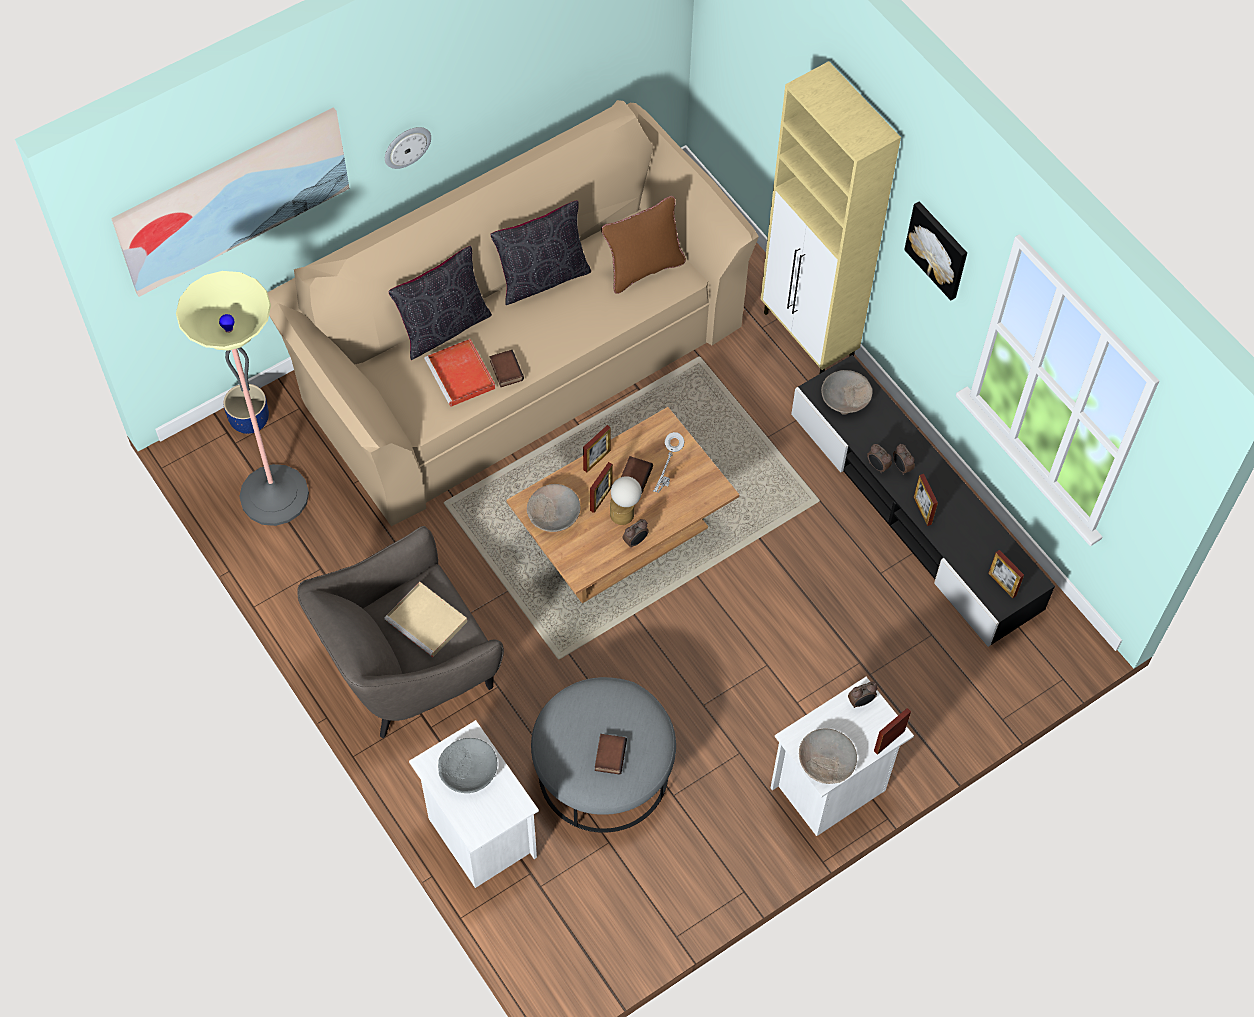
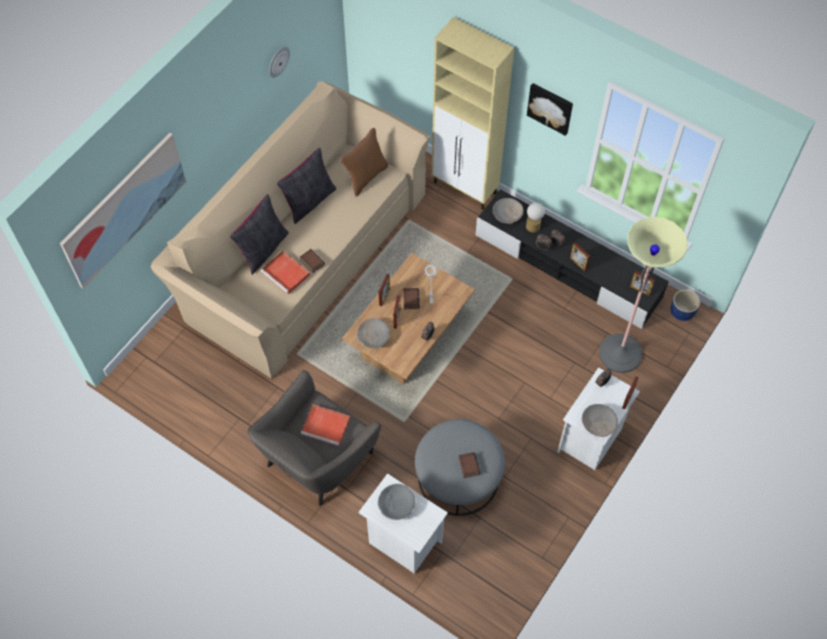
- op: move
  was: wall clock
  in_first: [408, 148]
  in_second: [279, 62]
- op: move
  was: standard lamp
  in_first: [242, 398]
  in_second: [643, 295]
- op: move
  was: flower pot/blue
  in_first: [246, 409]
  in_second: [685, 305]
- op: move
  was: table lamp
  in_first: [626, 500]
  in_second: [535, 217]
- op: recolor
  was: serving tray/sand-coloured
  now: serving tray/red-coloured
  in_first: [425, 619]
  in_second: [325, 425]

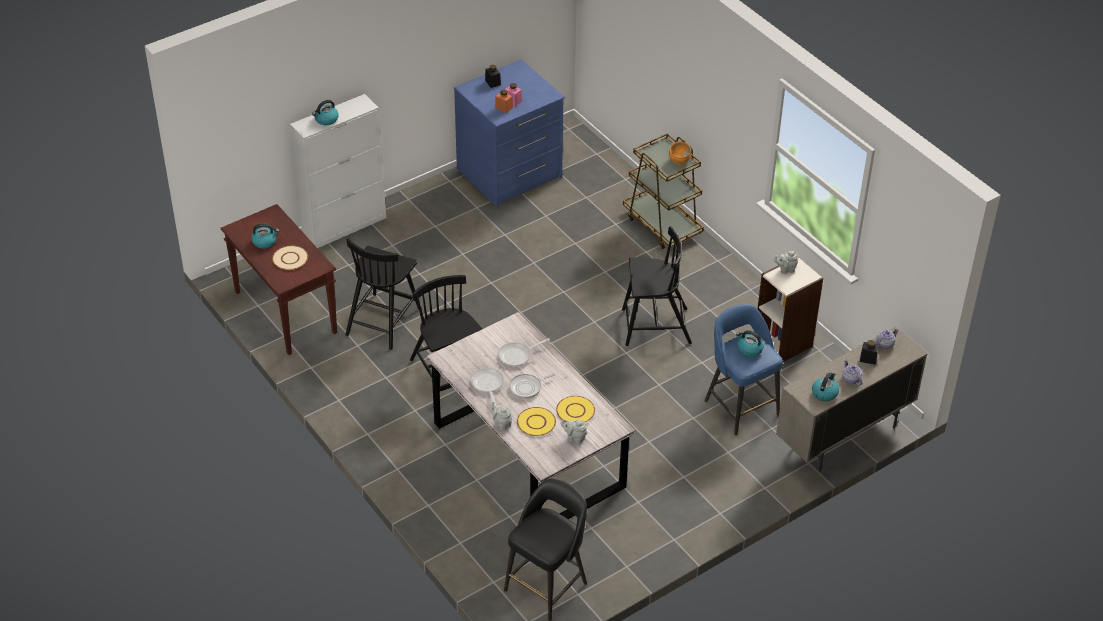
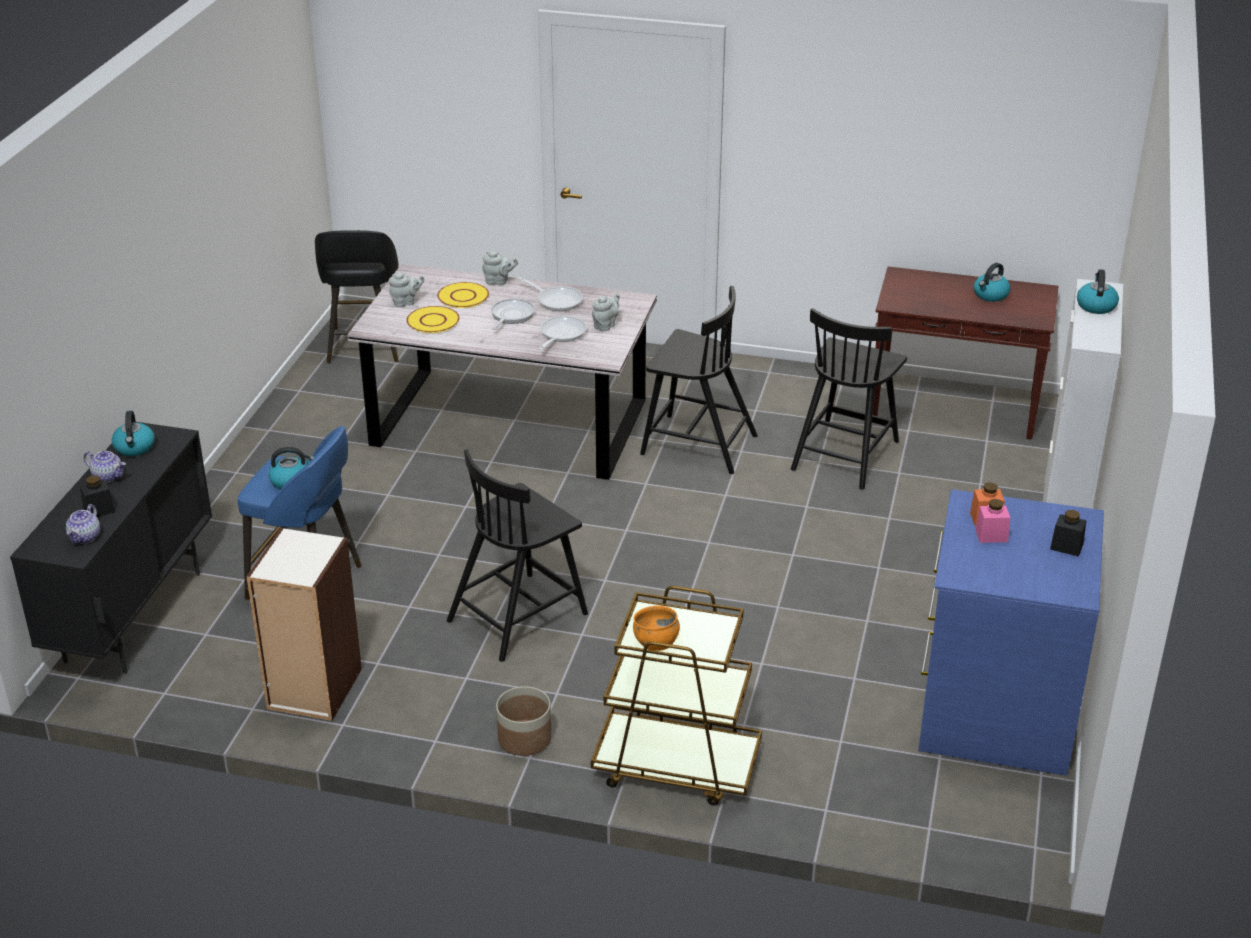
- op: rotate
  was: plain chair/black-coloured
  in_first: [382, 294]
  in_second: [849, 399]
  clockwise: -135
- op: delete
  was: plate/sand-coloured
  in_first: [290, 258]
- op: move
  was: pot for tea/gray
  in_first: [786, 262]
  in_second: [606, 312]
- op: recolor
  was: cupboard/sand-coloured
  now: cupboard/black-coloured
  in_first: [852, 399]
  in_second: [111, 548]
- op: insert
  now: flower pot
  in_second: [524, 721]

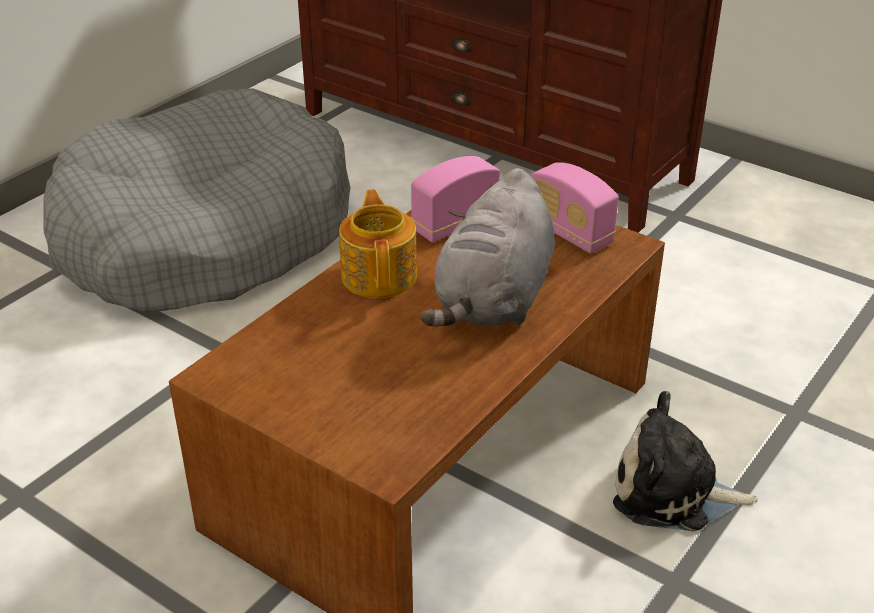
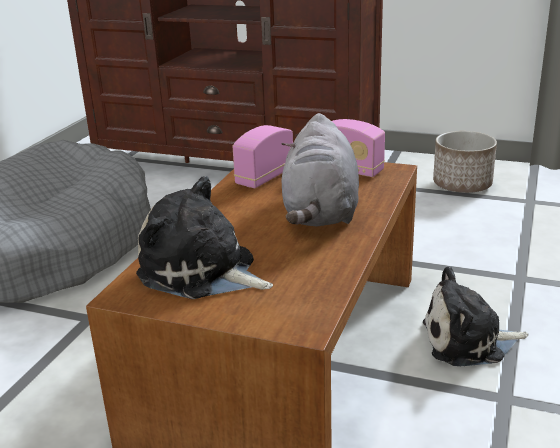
- op: delete
  was: pot for tea
  in_first: [378, 243]
- op: insert
  now: flower pot
  in_second: [465, 162]
- op: insert
  now: cuddly toy
  in_second: [204, 237]

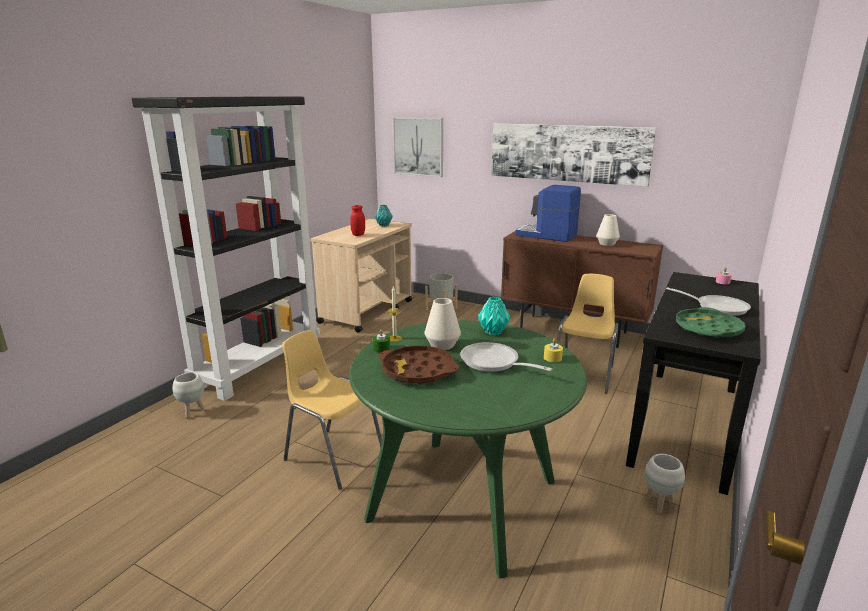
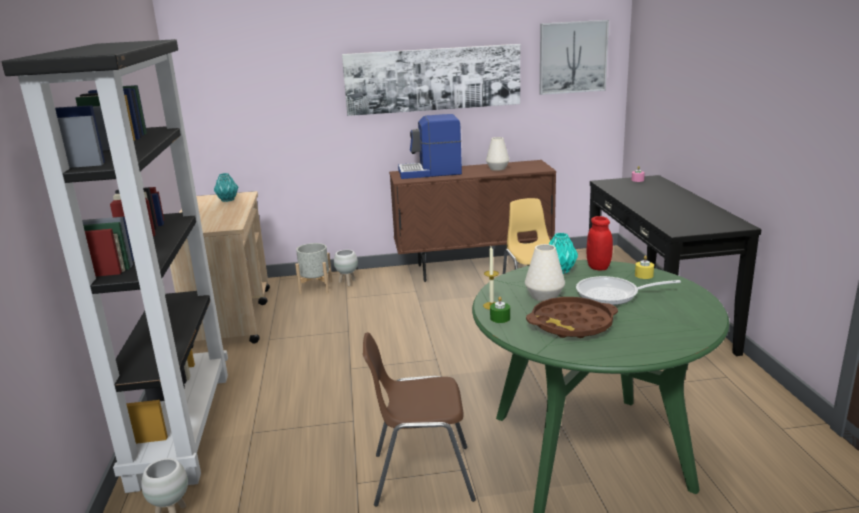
- op: move
  was: wall art
  in_first: [418, 147]
  in_second: [574, 57]
- op: move
  was: storage jar/red-coloured
  in_first: [357, 220]
  in_second: [600, 243]
- op: delete
  was: pan
  in_first: [708, 301]
- op: delete
  was: serving tray/green
  in_first: [710, 322]
- op: recolor
  was: plain chair/yellow
  now: plain chair/brown-coloured
  in_first: [332, 410]
  in_second: [419, 419]
- op: move
  was: flower pot/white-coloured
  in_first: [665, 483]
  in_second: [346, 268]

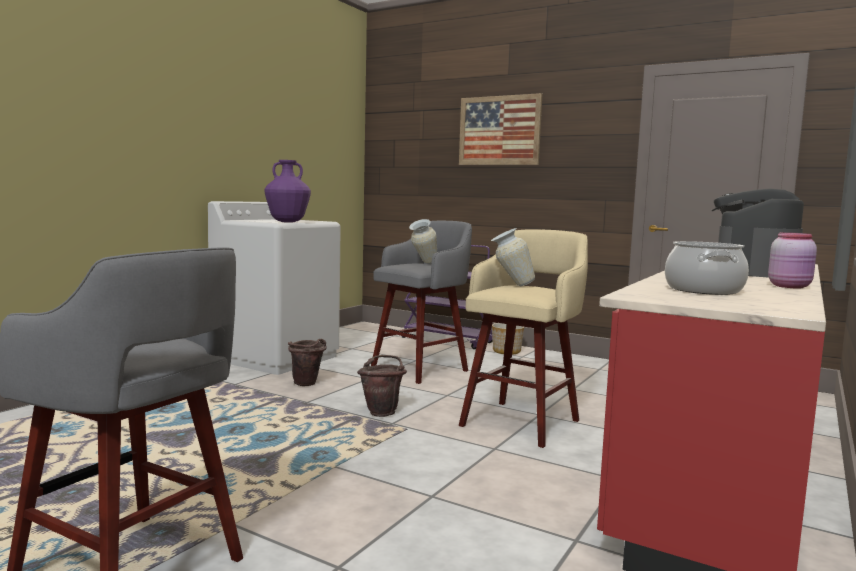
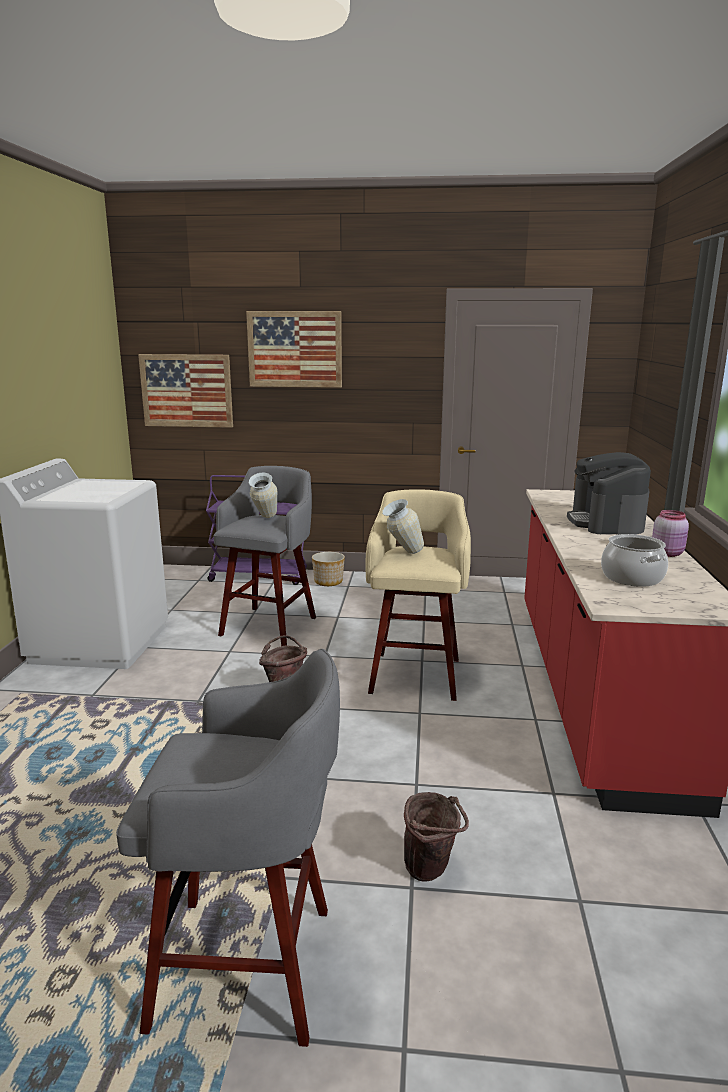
- op: delete
  was: decorative vase/purple-coloured
  in_first: [287, 191]
- op: move
  was: pail/brown-coloured
  in_first: [307, 362]
  in_second: [436, 837]
- op: insert
  now: wall art
  in_second: [185, 391]

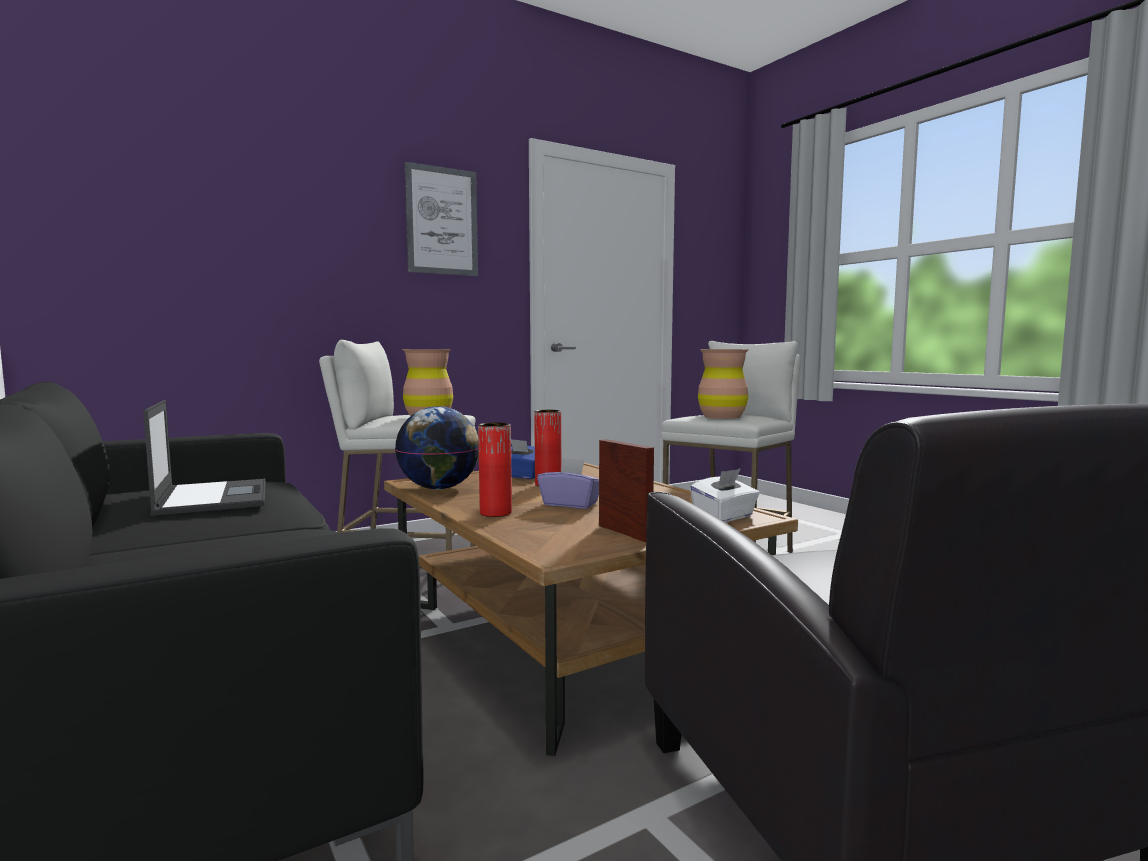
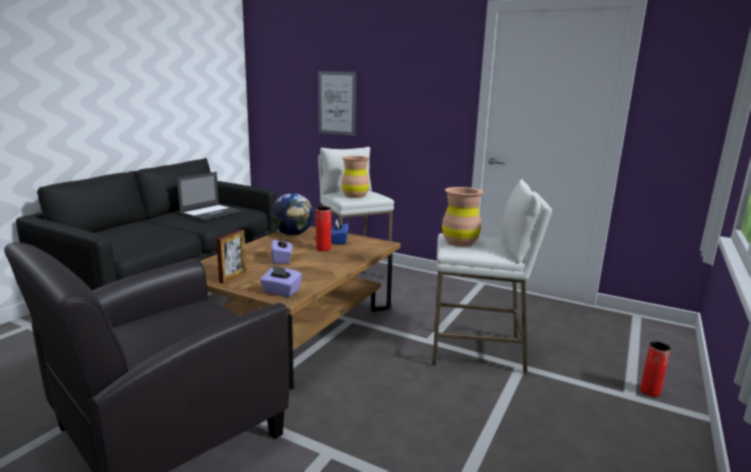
- op: move
  was: wall art
  in_first: [441, 219]
  in_second: [337, 103]
- op: move
  was: decorative vase/red-coloured
  in_first: [495, 469]
  in_second: [655, 369]
- op: recolor
  was: tissue box/white-coloured
  now: tissue box/purple-coloured
  in_first: [725, 496]
  in_second: [281, 281]

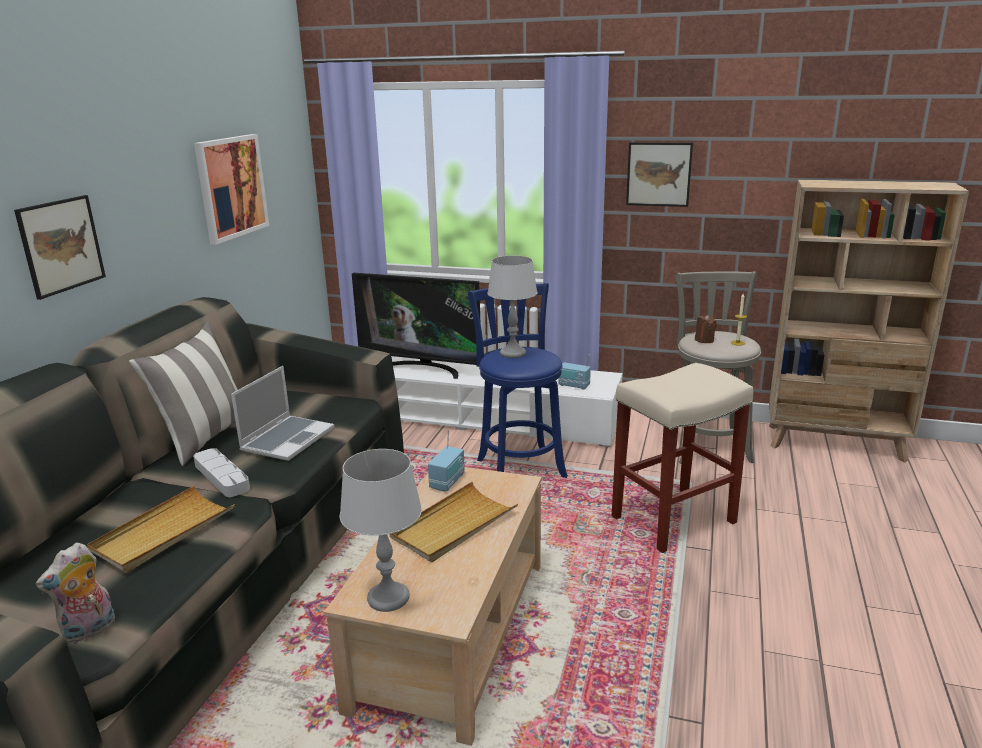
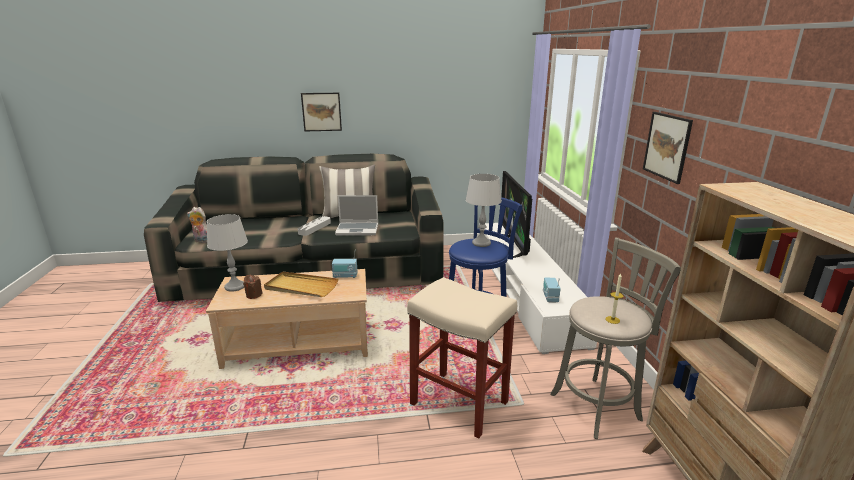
- op: delete
  was: wall art
  in_first: [231, 189]
- op: move
  was: wax candle/brown-coloured
  in_first: [706, 328]
  in_second: [253, 287]
- op: delete
  was: serving tray/sand-coloured
  in_first: [161, 529]

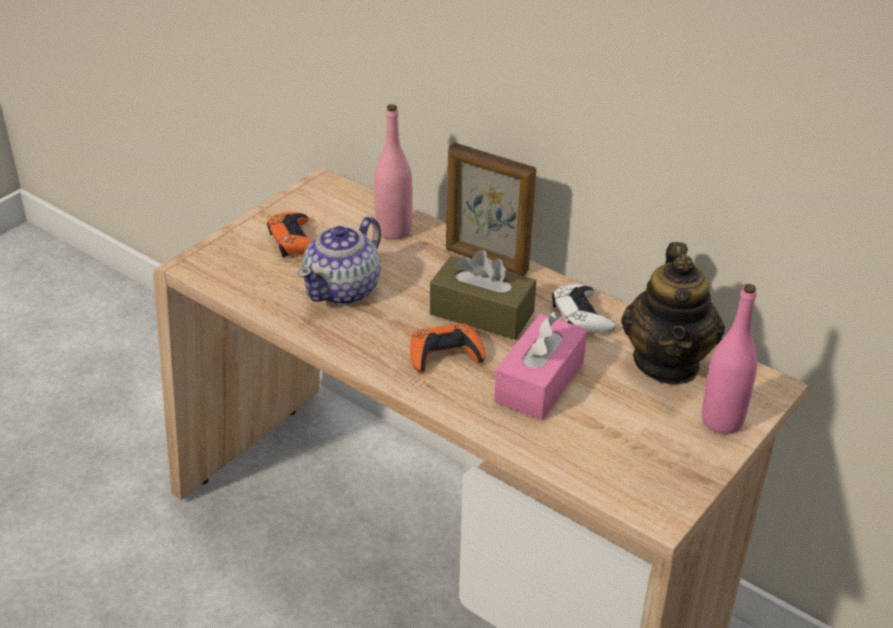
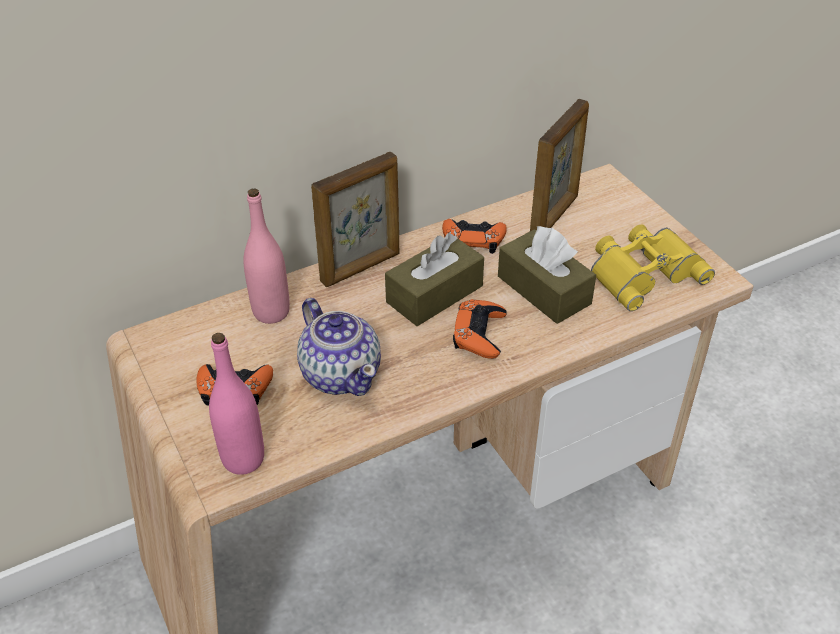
- op: replace
  was: pot for tea
  now: photo frame
  in_first: [673, 313]
  in_second: [559, 165]
- op: recolor
  was: joypad/white-coloured
  now: joypad/orangey
  in_first: [584, 309]
  in_second: [474, 236]
- op: move
  was: drink bottle/pink-coloured
  in_first: [729, 359]
  in_second: [236, 404]
- op: recolor
  was: tissue box/pink-coloured
  now: tissue box/brown-coloured
  in_first: [540, 365]
  in_second: [547, 275]
- op: insert
  now: field glasses/yellow
  in_second: [653, 267]

